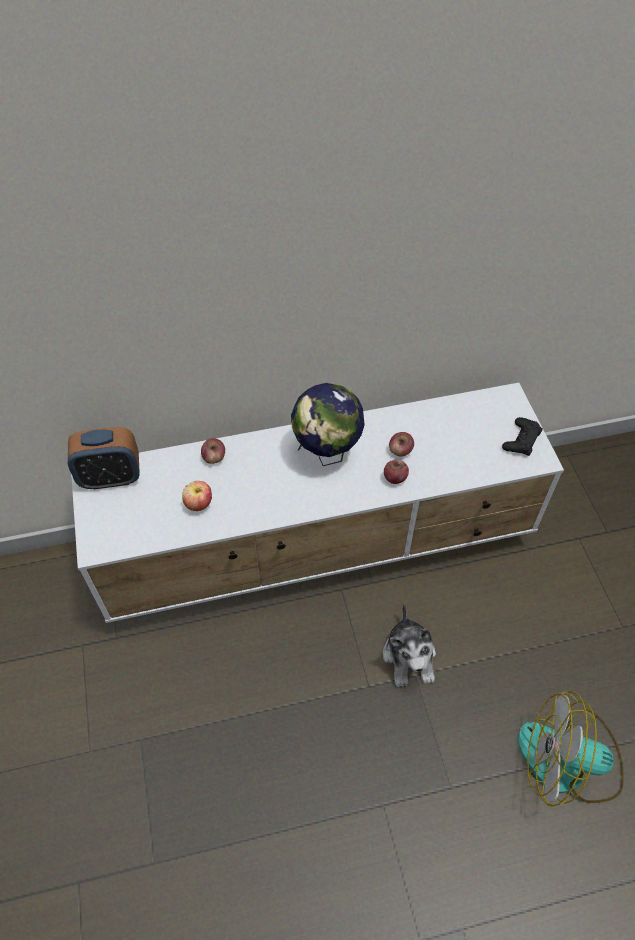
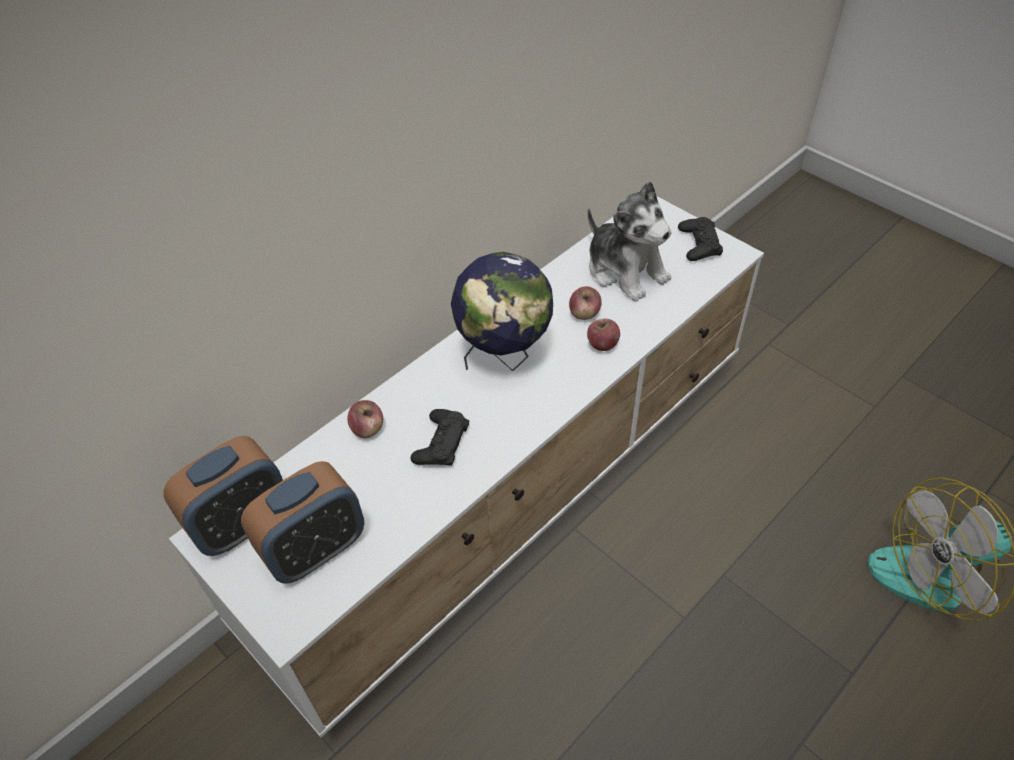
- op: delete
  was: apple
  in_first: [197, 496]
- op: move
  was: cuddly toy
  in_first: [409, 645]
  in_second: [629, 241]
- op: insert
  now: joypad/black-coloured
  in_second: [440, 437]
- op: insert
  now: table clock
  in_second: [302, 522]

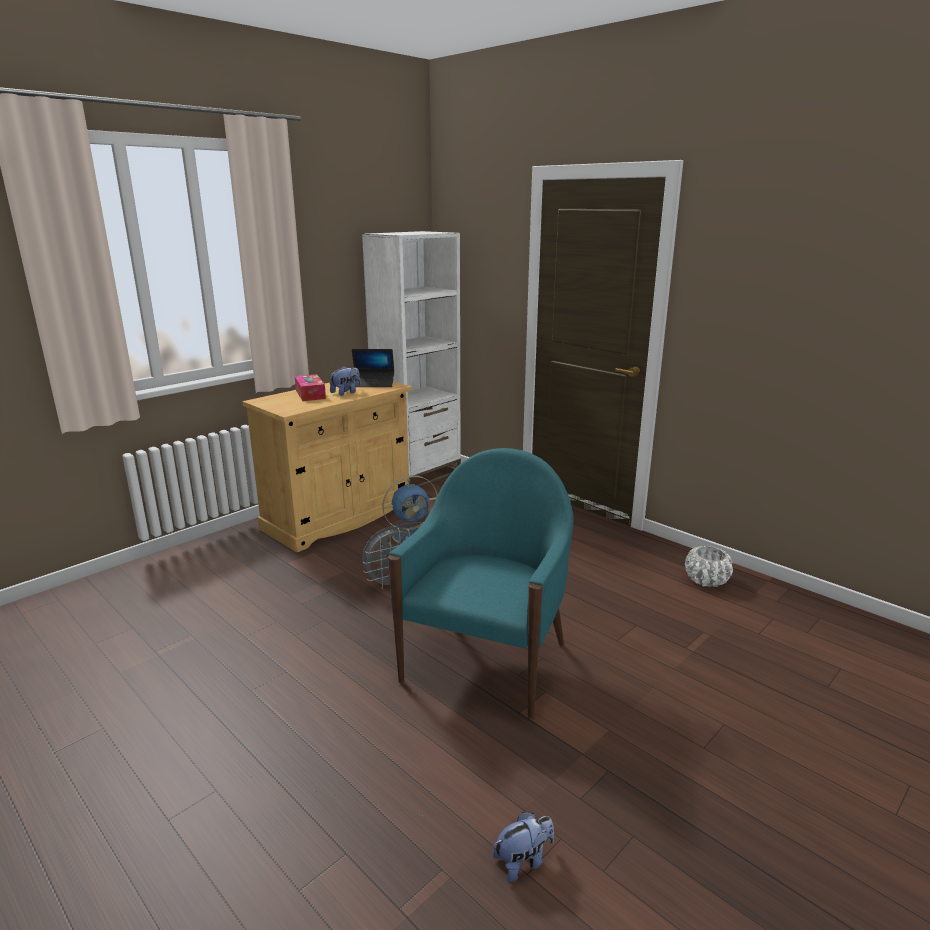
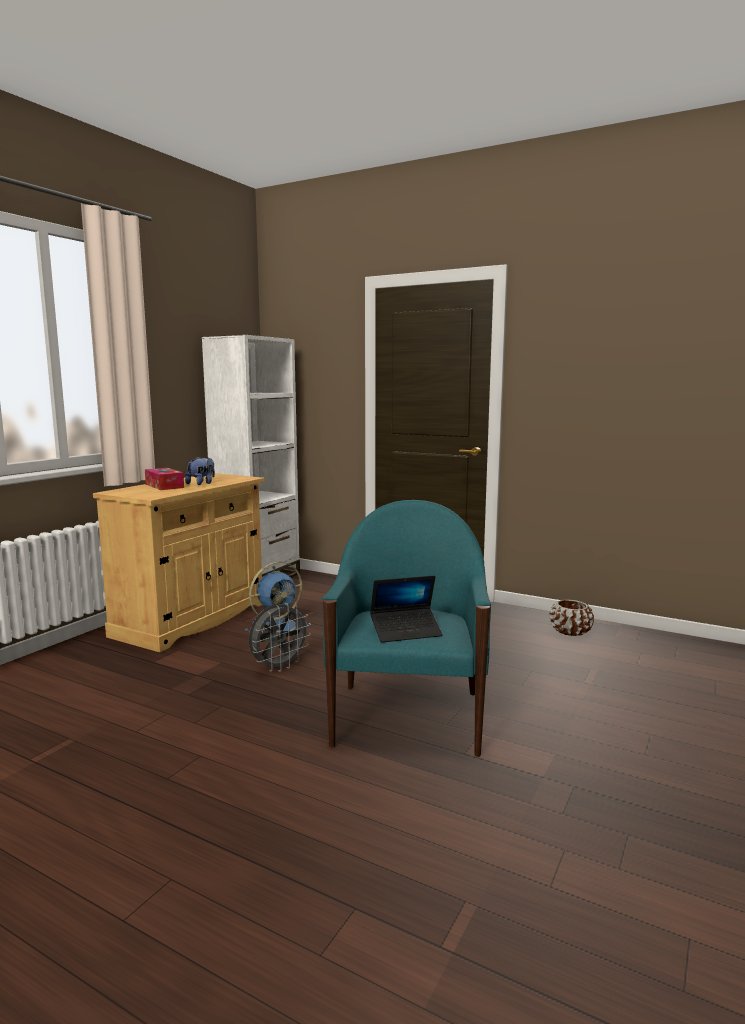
- op: move
  was: laptop
  in_first: [373, 368]
  in_second: [406, 609]
- op: recolor
  was: flower pot/white-coloured
  now: flower pot/brown-coloured
  in_first: [709, 566]
  in_second: [571, 618]
- op: delete
  was: cuddly toy
  in_first: [523, 847]

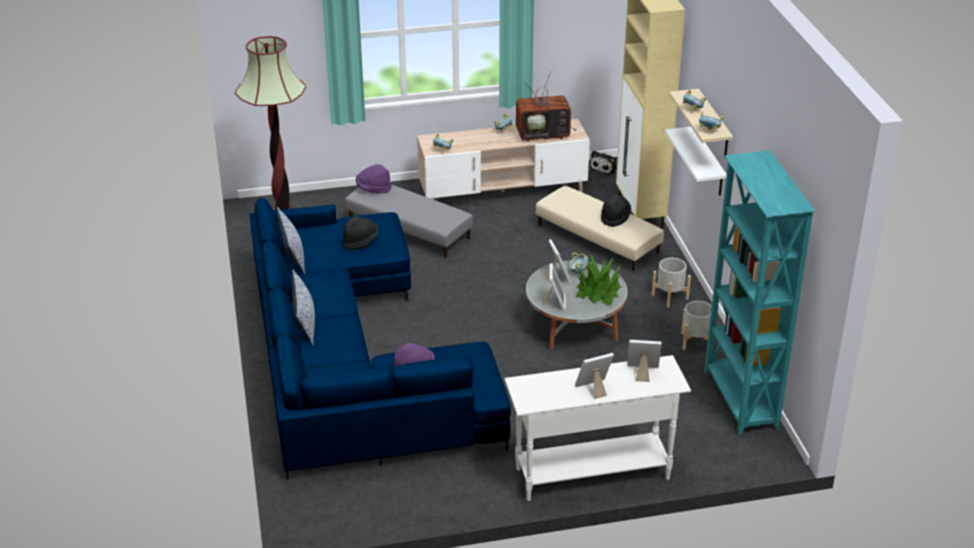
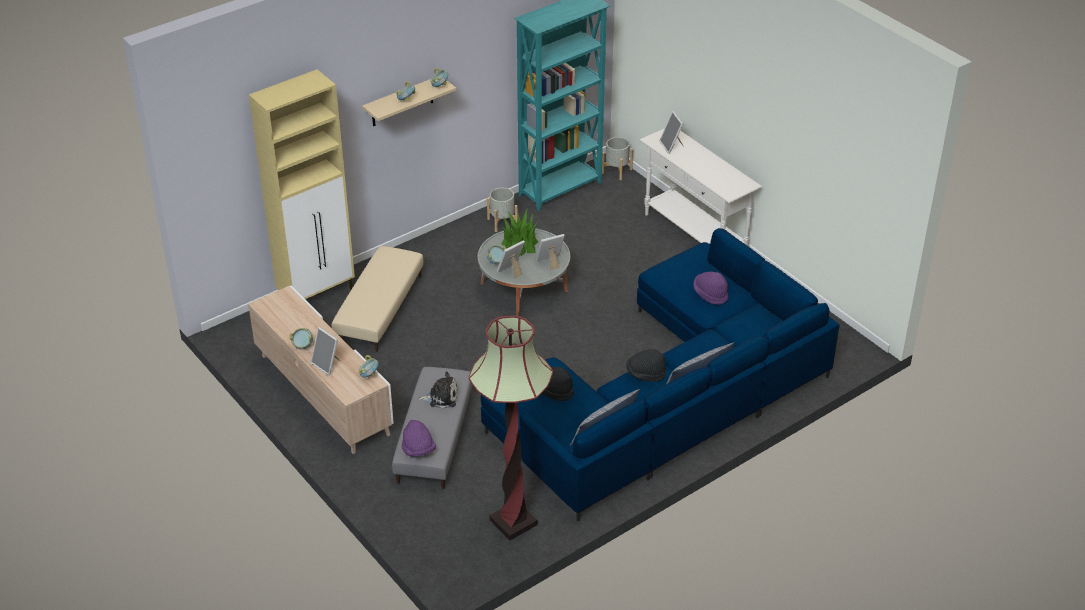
- op: delete
  was: TV set
  in_first: [546, 106]
- op: delete
  was: wall shelf/white-coloured
  in_first: [696, 161]
- op: move
  was: cuddly toy
  in_first: [603, 163]
  in_second: [438, 390]
- op: move
  was: wearable hat/black-coloured
  in_first: [616, 210]
  in_second: [646, 365]
- op: move
  was: flower pot/gray
  in_first: [671, 283]
  in_second: [617, 158]
- op: move
  was: photo frame
  in_first: [594, 376]
  in_second: [326, 351]

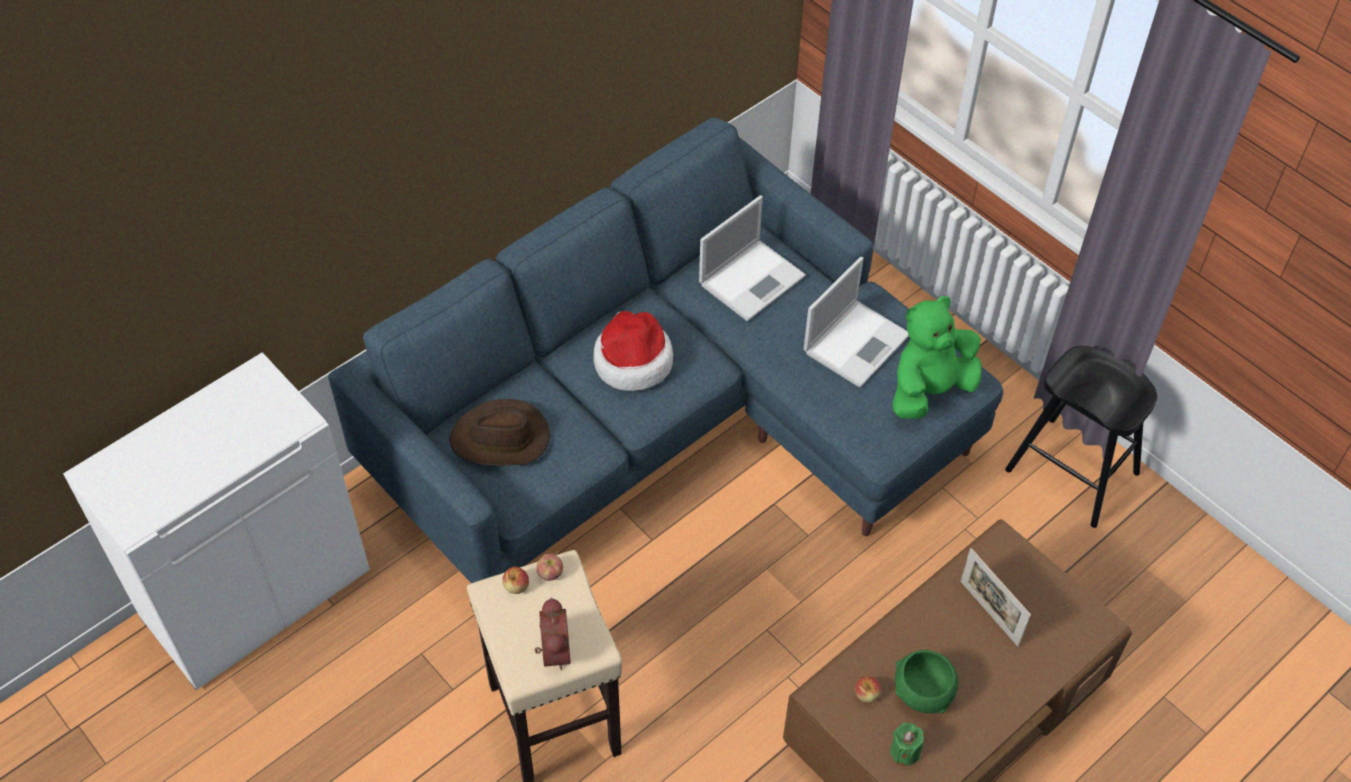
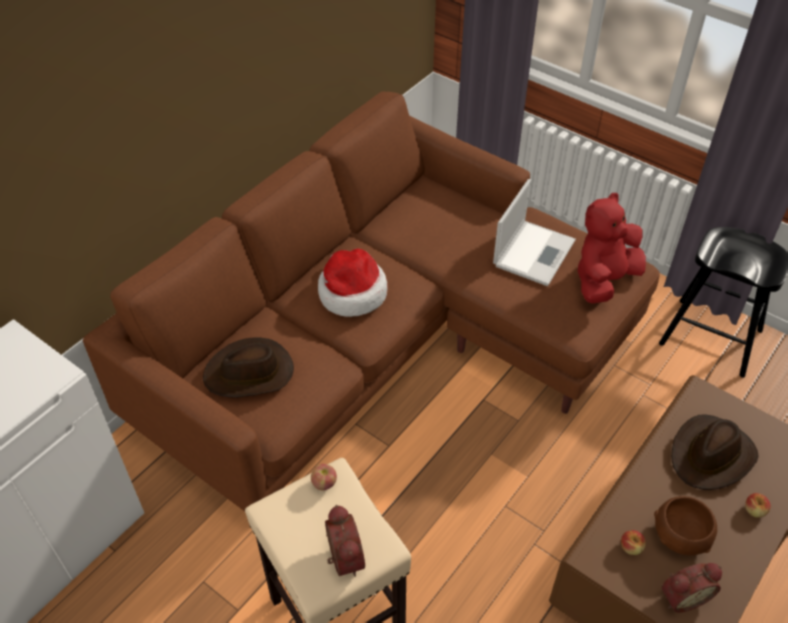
- op: recolor
  was: sofa/blue
  now: sofa/brown-coloured
  in_first: [665, 350]
  in_second: [371, 301]
- op: delete
  was: laptop
  in_first: [752, 258]
- op: recolor
  was: cuddly toy/green
  now: cuddly toy/red-coloured
  in_first: [937, 357]
  in_second: [612, 248]
- op: replace
  was: photo frame
  now: wearable hat/brown-coloured
  in_first: [995, 597]
  in_second: [715, 452]
- op: move
  was: apple
  in_first: [515, 580]
  in_second: [758, 505]
- op: recolor
  was: serving bowl/green
  now: serving bowl/brown-coloured
  in_first: [926, 681]
  in_second: [685, 525]
- op: replace
  was: wax candle/green
  now: table clock
  in_first: [907, 744]
  in_second: [691, 588]

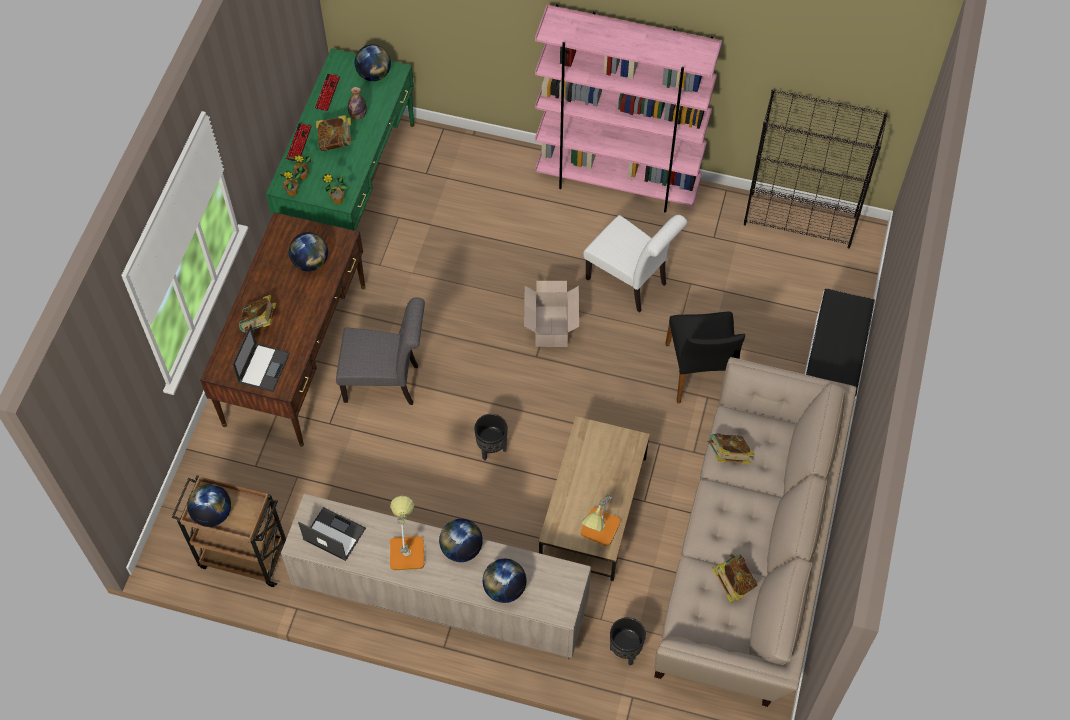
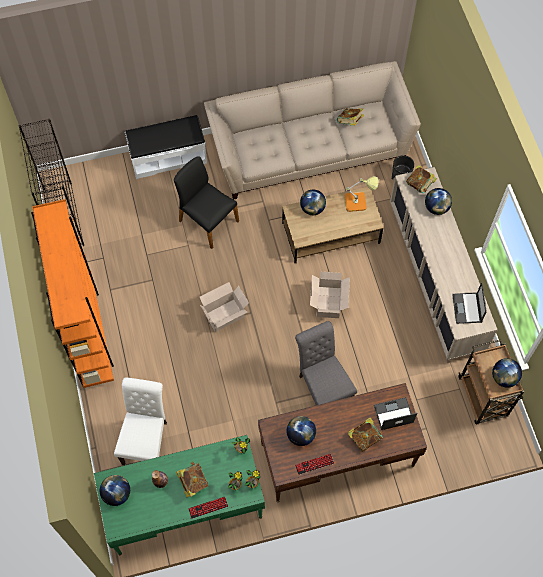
- op: recolor
  was: shelving unit/pink-coloured
  now: shelving unit/orangey
  in_first: [628, 108]
  in_second: [72, 293]
- op: move
  was: keyboard
  in_first: [327, 92]
  in_second: [314, 464]
- op: move
  was: plain chair/white-coloured
  in_first: [635, 264]
  in_second: [140, 421]
- op: rotate
  was: plain chair/black-coloured
  in_first: [705, 357]
  in_second: [206, 202]
  clockwise: -105
- op: replace
  was: flower pot/black-coloured
  now: cardboard box
  in_first: [491, 437]
  in_second: [330, 295]
- op: move
  was: volume
  in_first: [731, 448]
  in_second: [421, 179]
- op: delete
  was: table lamp
  in_first: [407, 532]
- op: move
  was: world globe
  in_first: [461, 540]
  in_second: [313, 202]

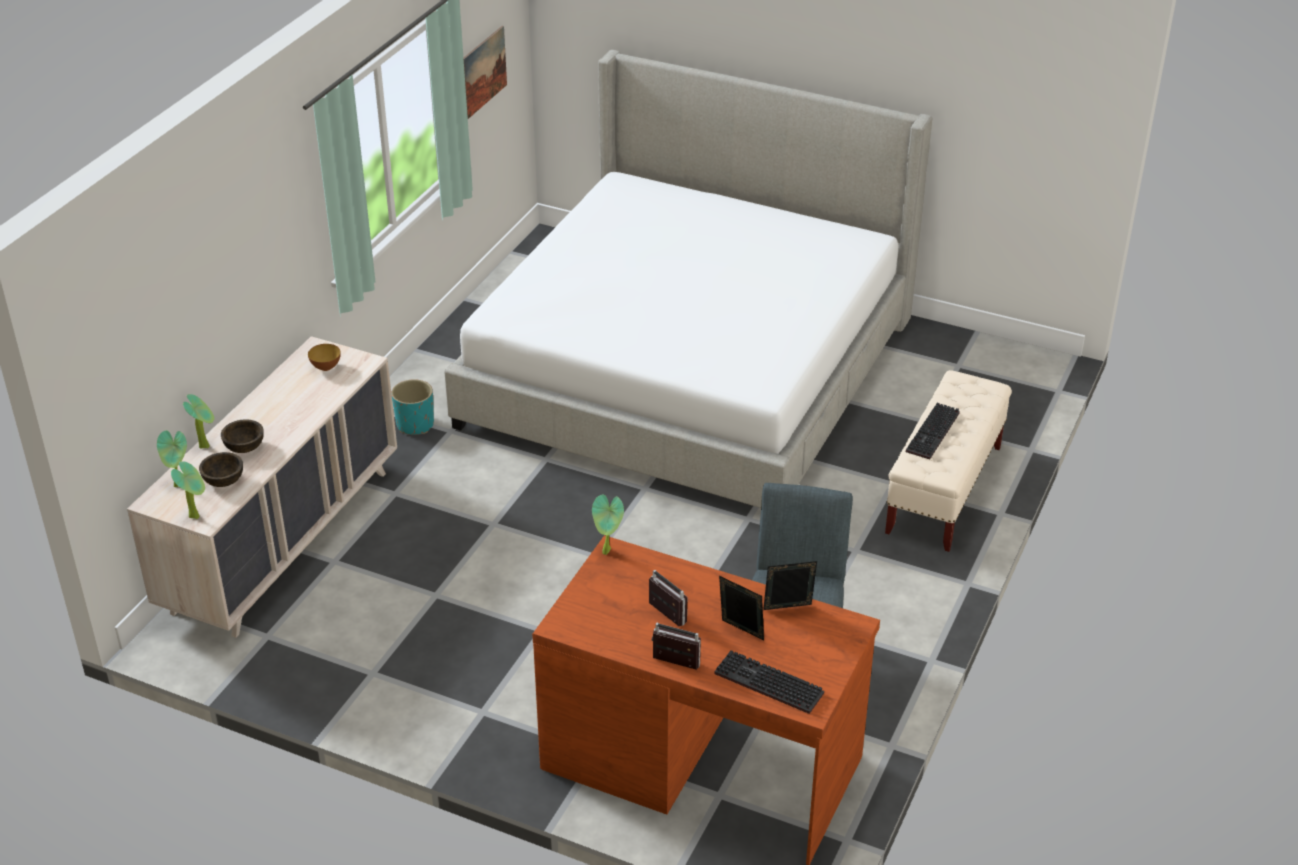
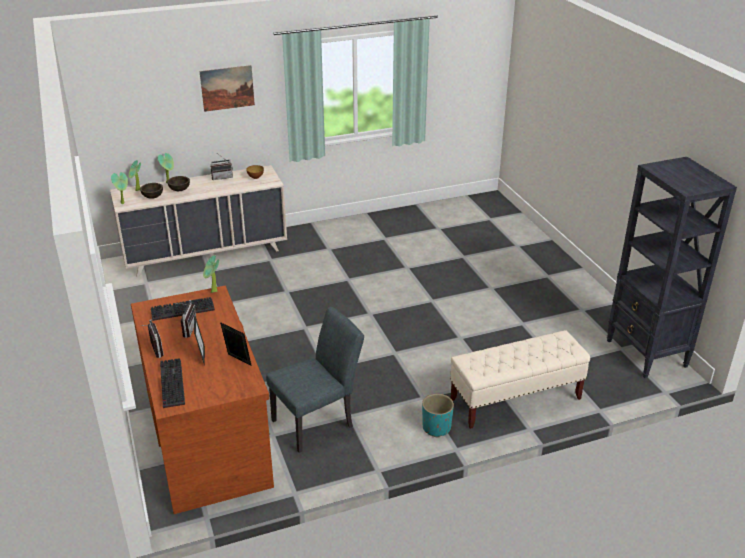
- op: move
  was: wall art
  in_first: [485, 72]
  in_second: [227, 88]
- op: delete
  was: bed
  in_first: [688, 279]
- op: move
  was: flower pot/blue-green
  in_first: [412, 407]
  in_second: [438, 416]
- op: move
  was: keyboard
  in_first: [933, 431]
  in_second: [183, 309]
- op: insert
  now: radio set
  in_second: [221, 167]
- op: insert
  now: shelving unit/black-coloured
  in_second: [672, 267]

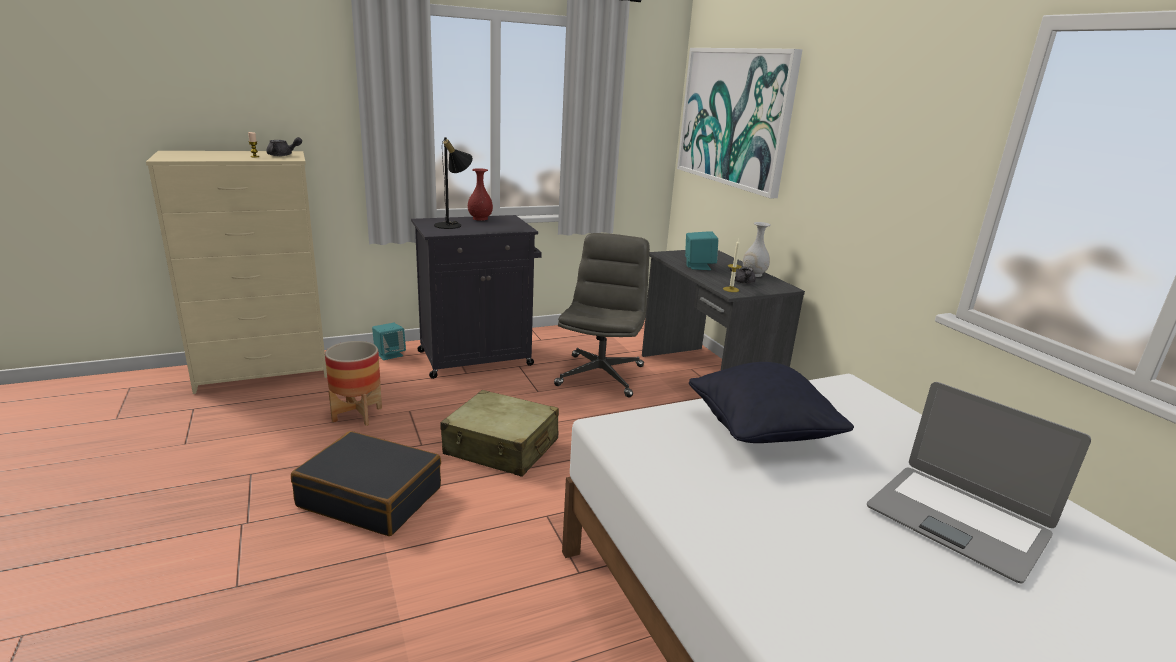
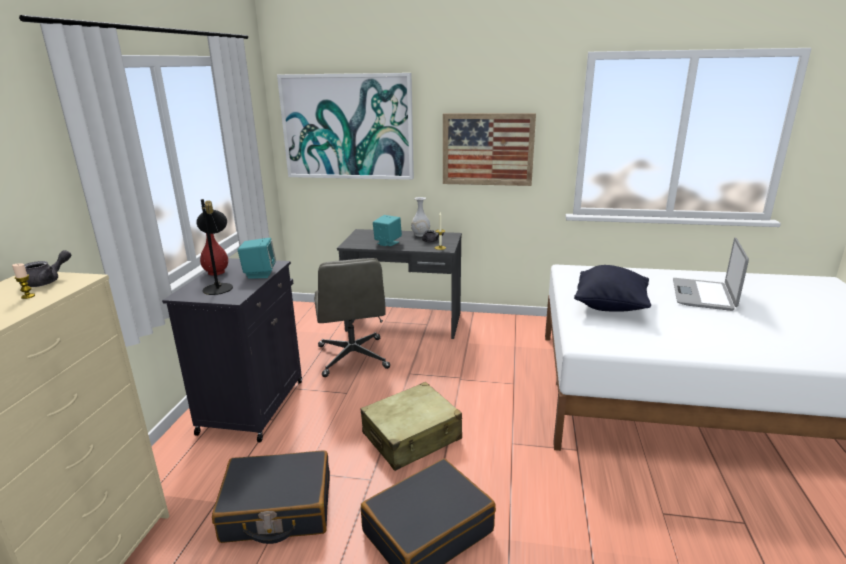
- op: rotate
  was: office chair/gray
  in_first: [602, 315]
  in_second: [352, 317]
  clockwise: -150
- op: move
  was: loudspeaker/blue-green
  in_first: [389, 341]
  in_second: [257, 258]
- op: replace
  was: flower pot
  now: suitcase/black-coloured
  in_first: [353, 383]
  in_second: [271, 497]
- op: rotate
  was: laptop
  in_first: [979, 482]
  in_second: [711, 274]
  clockwise: 120
- op: insert
  now: wall art
  in_second: [489, 149]

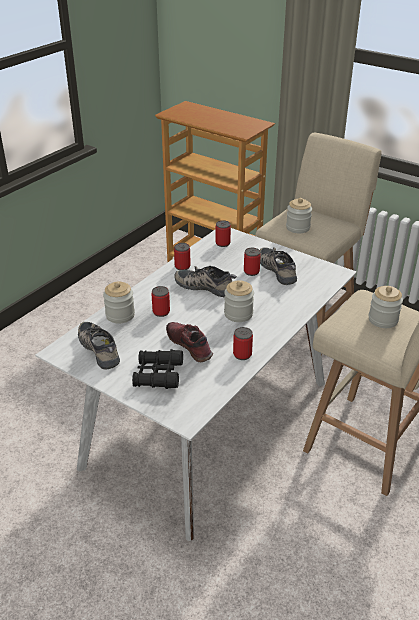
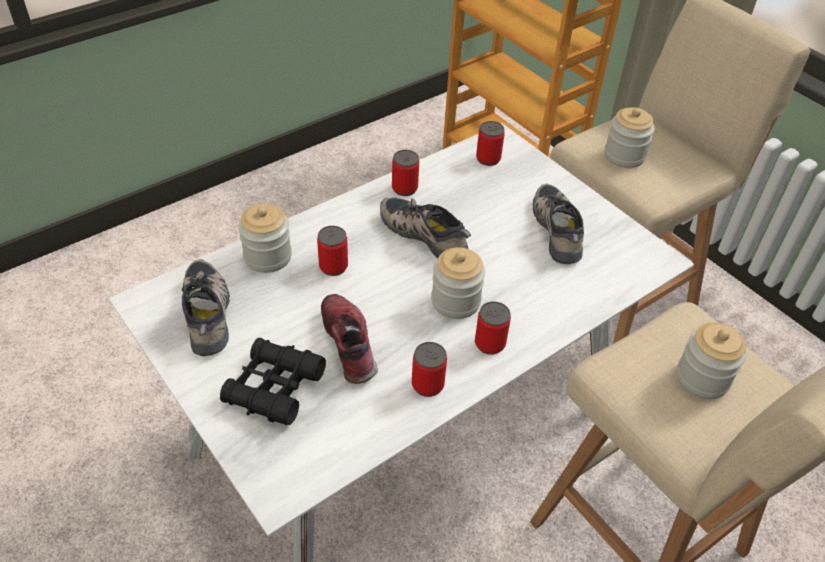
- op: move
  was: can
  in_first: [252, 262]
  in_second: [493, 328]

